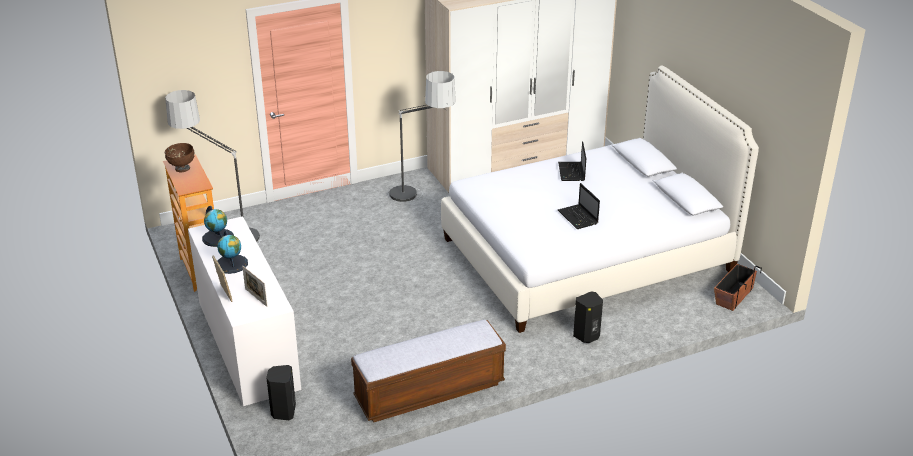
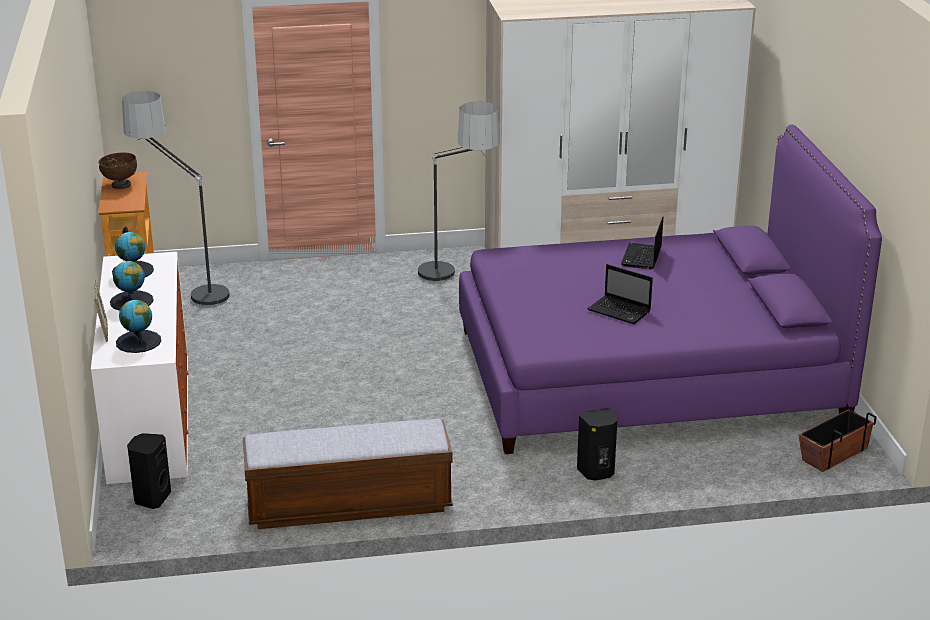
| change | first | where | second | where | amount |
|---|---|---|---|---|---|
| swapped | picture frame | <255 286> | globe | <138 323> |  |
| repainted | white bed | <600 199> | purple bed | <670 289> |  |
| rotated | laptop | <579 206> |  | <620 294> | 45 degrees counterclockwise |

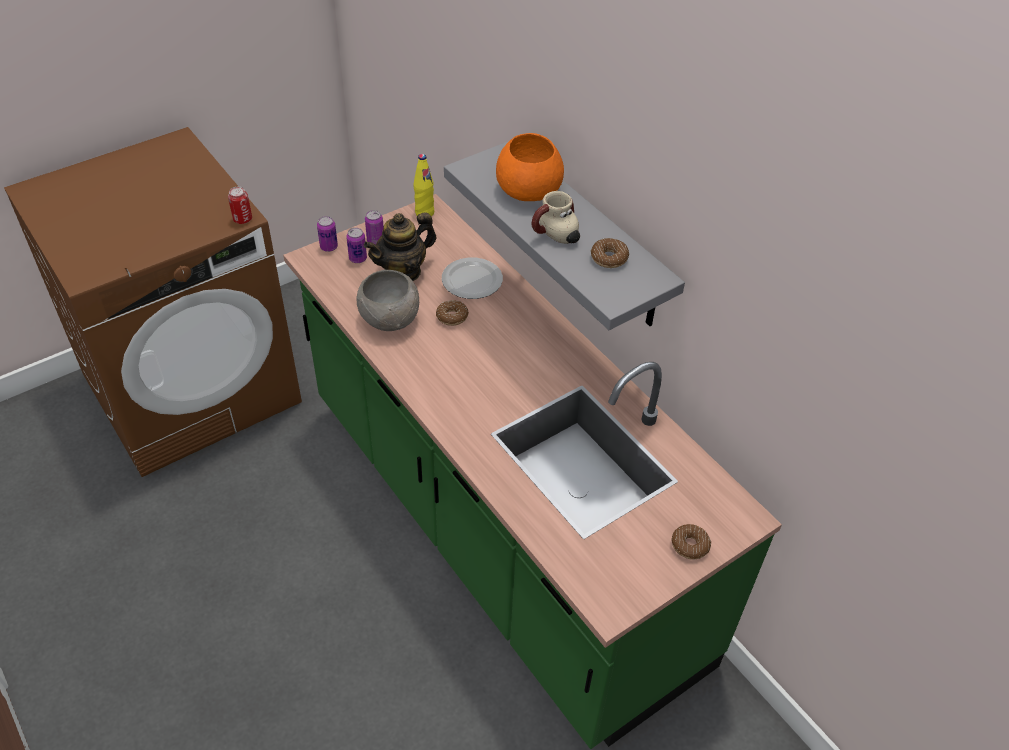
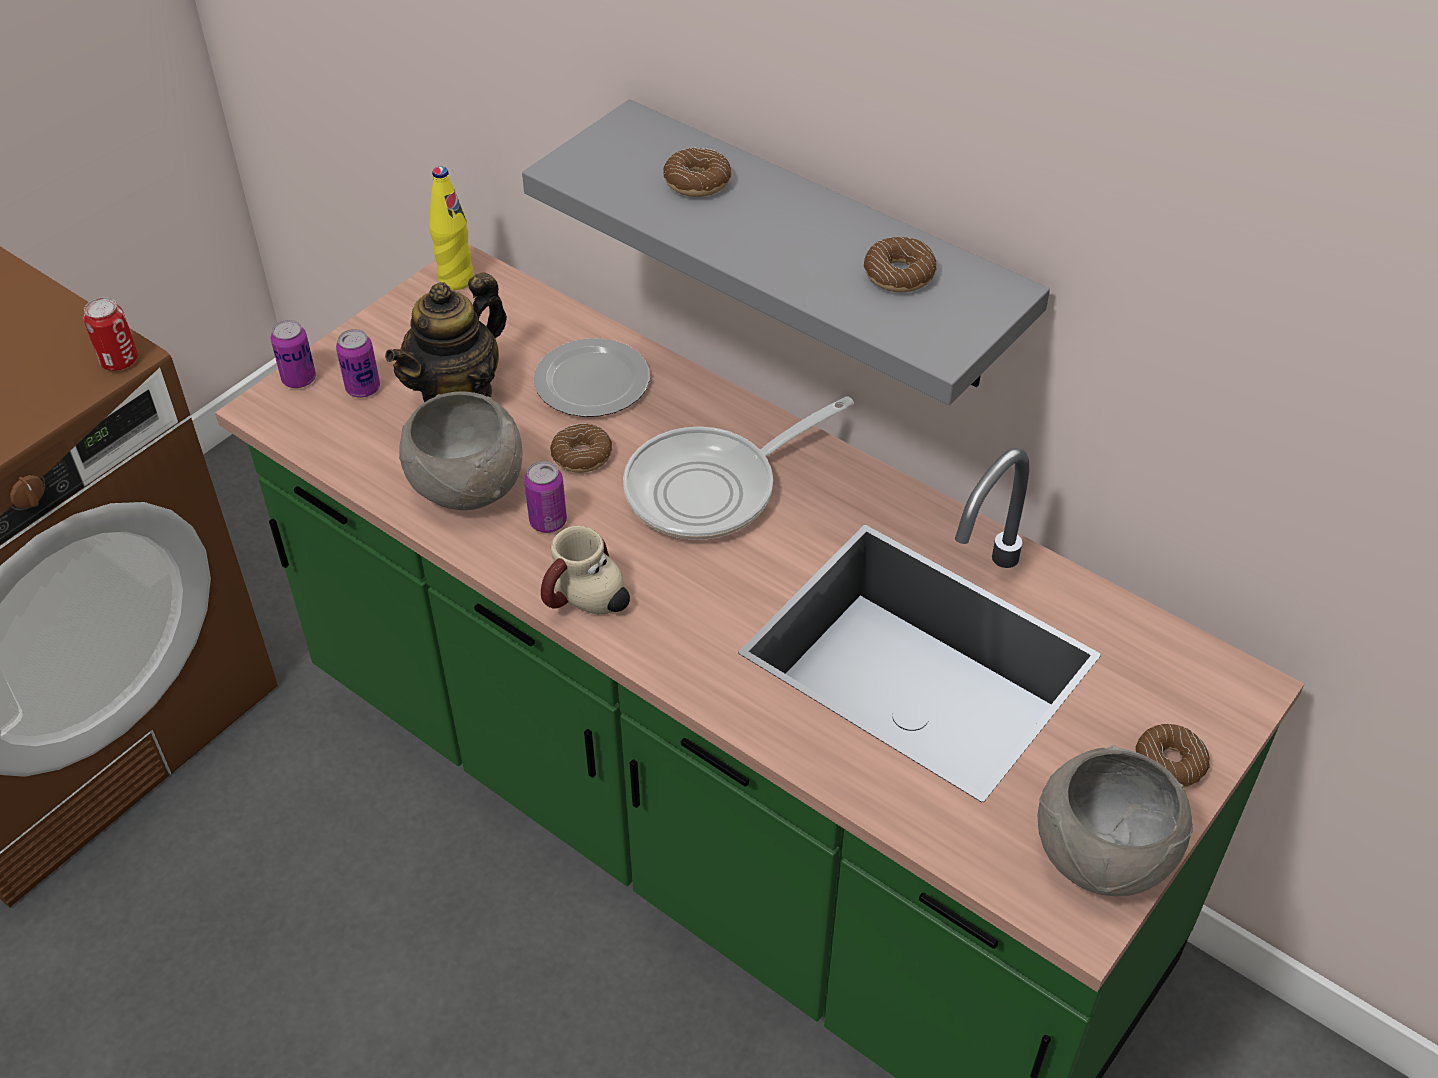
| change | first | where | second | where | amount |
|---|---|---|---|---|---|
| new |  |  | frying pan | <738 468> |  |
| new |  |  | grey bowl | <1115 820> |  |
| shifted | can | <374 227> |  | <545 497> |  |
| shifted | mug | <555 217> |  | <585 570> |  |
| swapped | orange bowl | <530 167> | donut | <697 172> |  |

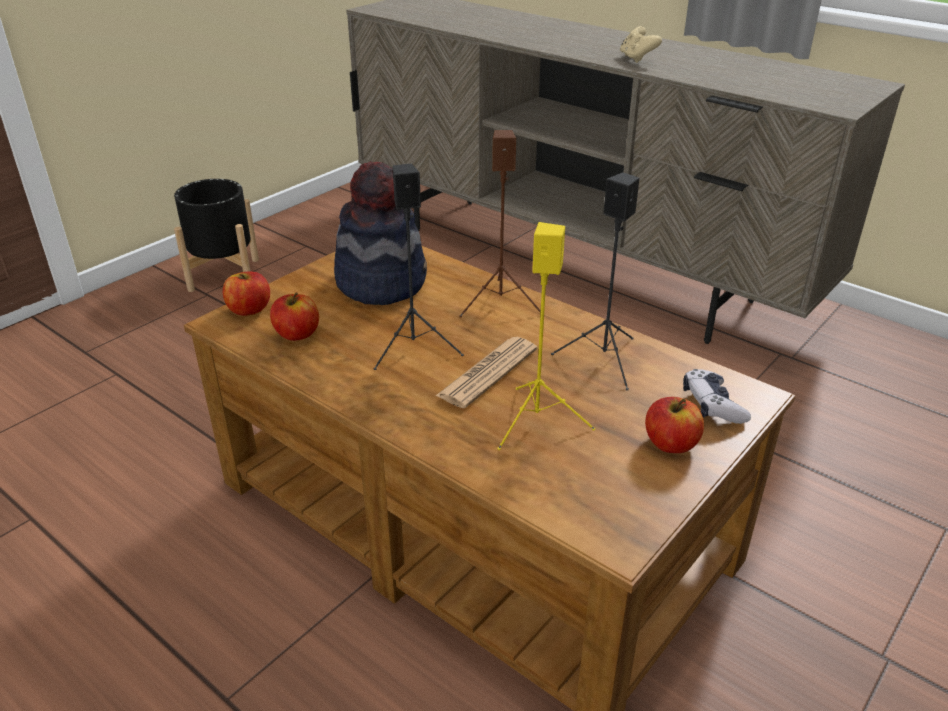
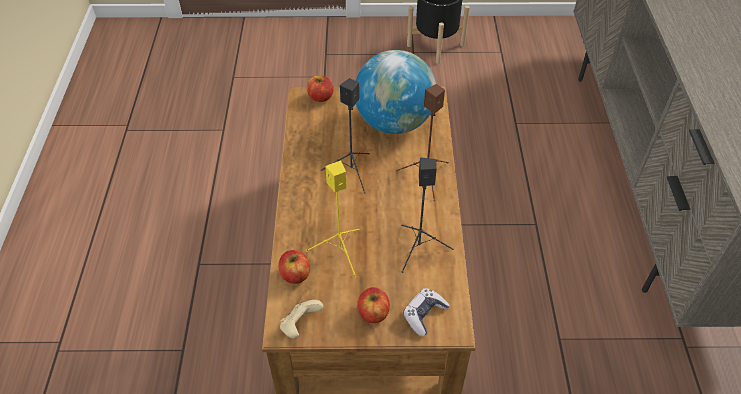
| change | first | where | second | where | amount |
|---|---|---|---|---|---|
| gone | newspaper | <486 372> |  |  |  |
| shifted | apple | <294 316> |  | <294 267> |  |
| shifted | beige game controller | <641 44> |  | <301 319> |  |
| swapped | hat | <380 233> | globe | <396 92> |  |

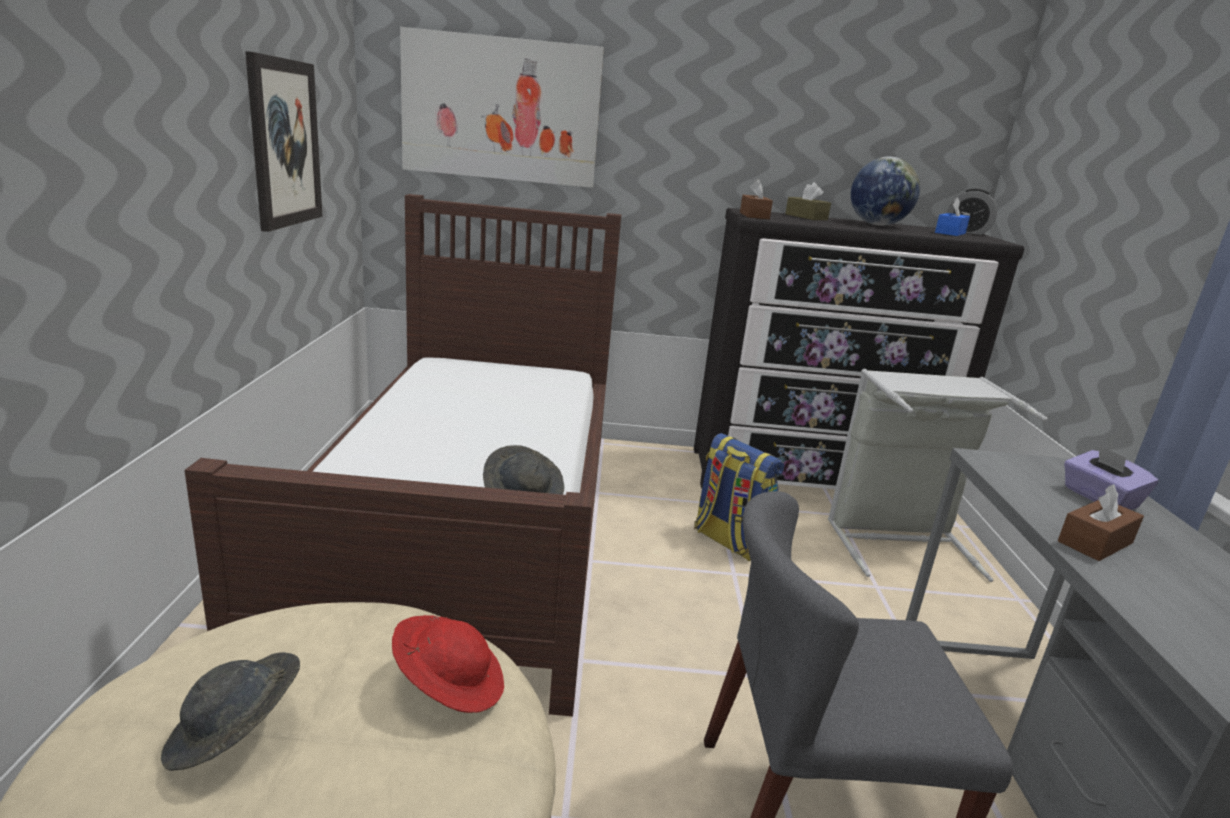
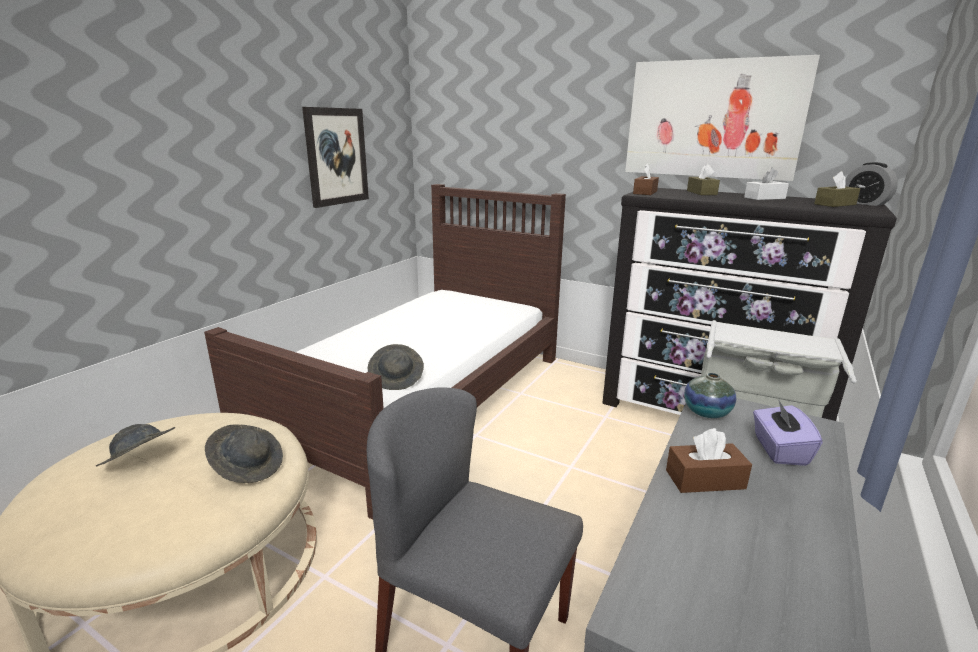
| change | first | where | second | where | amount |
|---|---|---|---|---|---|
| gone | backpack | <739 497> |  |  |  |
| new |  |  | vase | <710 395> |  |
| shifted | picture | <502 107> |  | <722 118> |  |
| swapped | globe | <885 191> | white tissue box | <766 183> |  |
| repainted | red hat | <448 664> | grey hat | <244 454> |  |
| repainted | blue tissue box | <952 216> | brown tissue box | <837 189> |  |

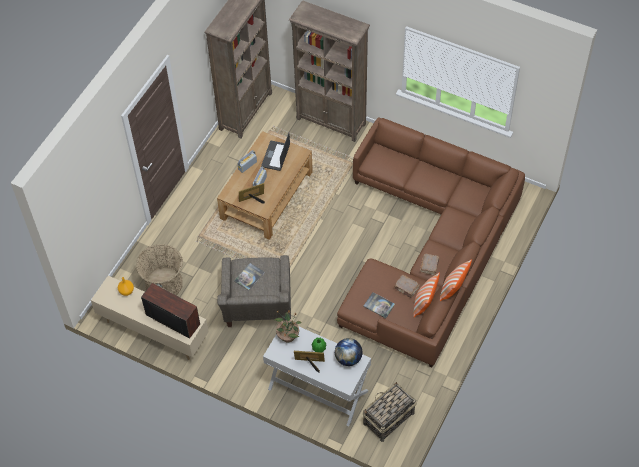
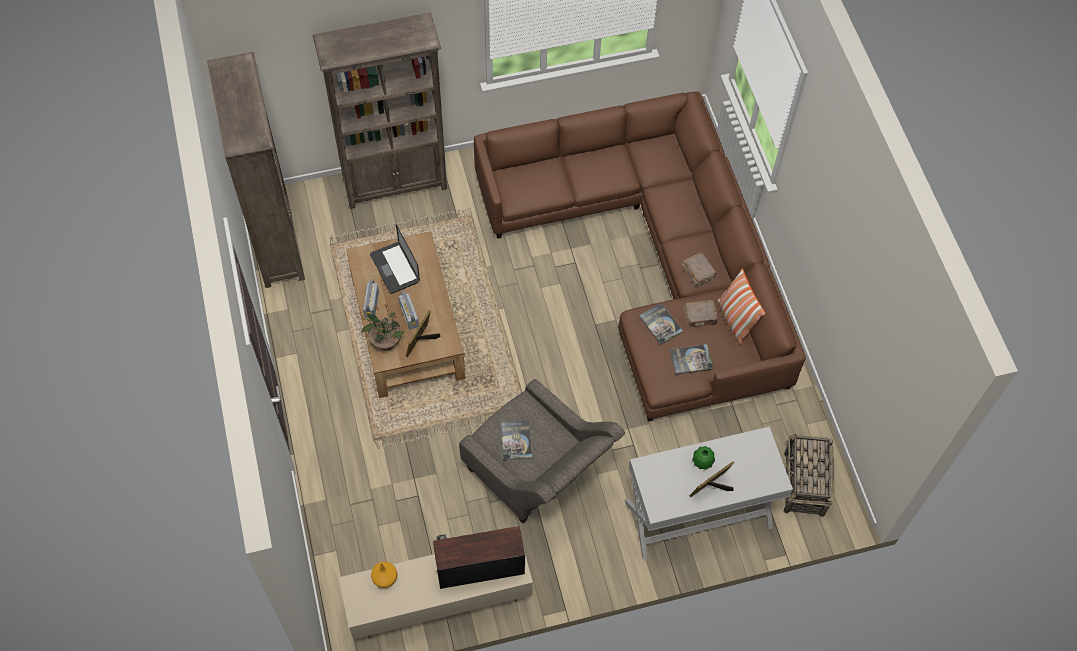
| change | first | where | second | where | amount |
|---|---|---|---|---|---|
| gone | basket | <159 269> |  |  |  |
| gone | globe | <349 352> |  |  |  |
| gone | pillow | <456 280> |  |  |  |
| new |  |  | book | <661 324> |  |
| shifted | potted plant | <288 326> |  | <382 327> |  |

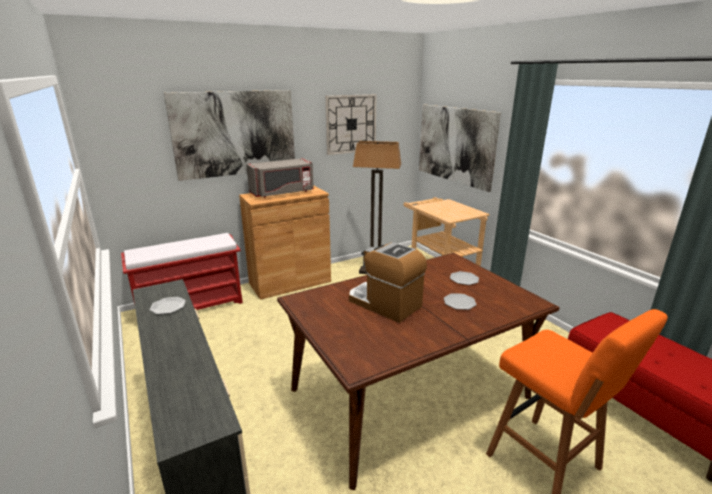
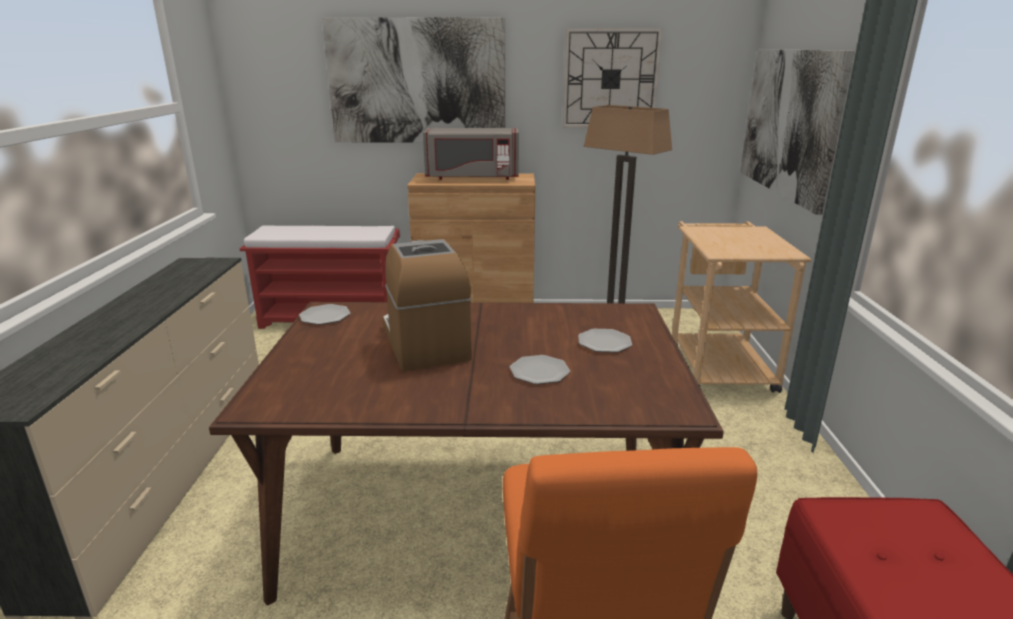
| change | first | where | second | where | amount |
|---|---|---|---|---|---|
| shifted | plate | <168 305> |  | <325 314> |  |

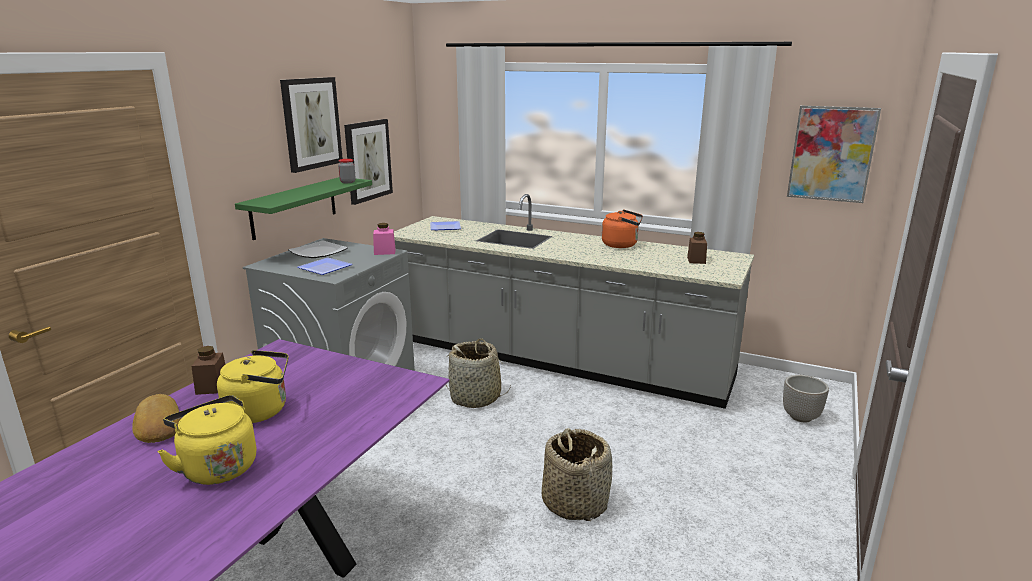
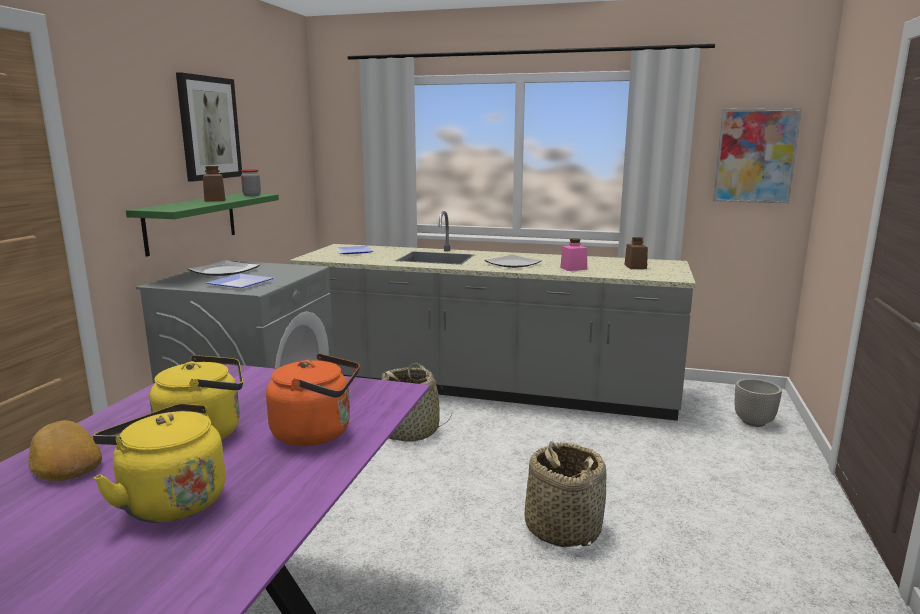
| change | first | where | second | where | amount |
|---|---|---|---|---|---|
| gone | picture | <368 162> |  |  |  |
| new |  |  | plate | <513 261> |  |
| shifted | brown jar | <208 370> |  | <214 184> |  |
| shifted | pink jar | <384 239> |  | <573 254> |  |
| shifted | orange kettle | <622 228> |  | <313 399> |  |

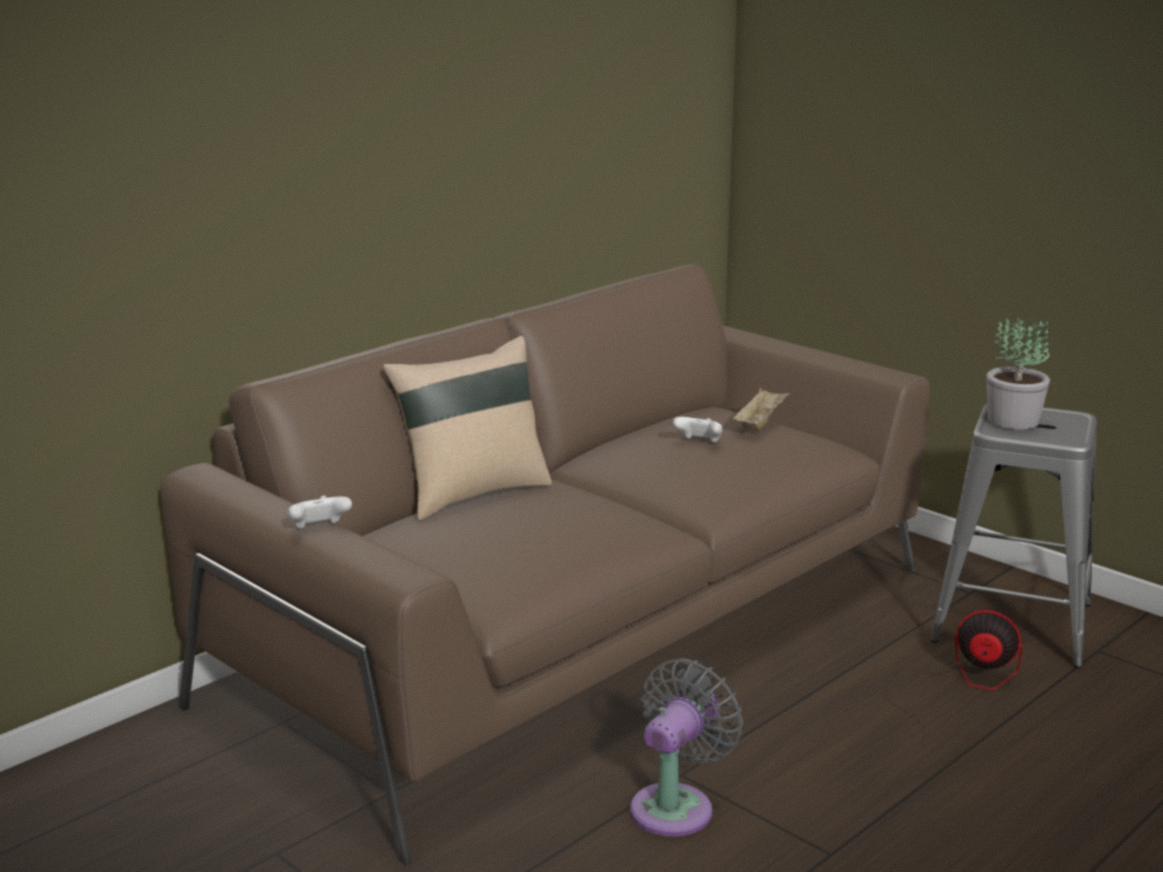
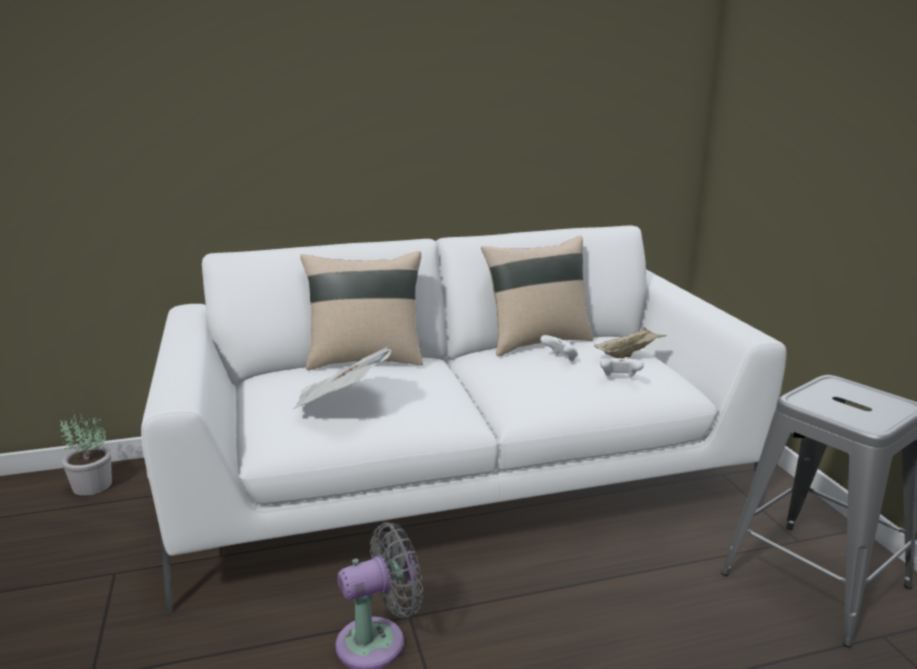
| change | first | where | second | where | amount |
|---|---|---|---|---|---|
| gone | fan | <953 676> |  |  |  |
| new |  |  | newspaper | <342 378> |  |
| new |  |  | beige pillow | <537 296> |  |
| shifted | white game controller | <320 512> |  | <622 367> |  |
| shifted | potted plant | <1018 373> |  | <85 454> |  |
| repainted | brown sofa | <545 565> | white sofa | <464 419> |  |

